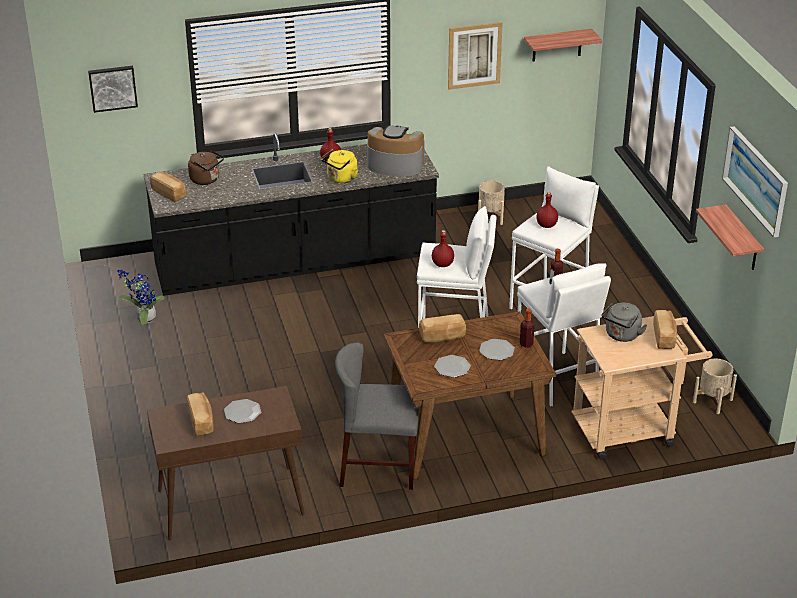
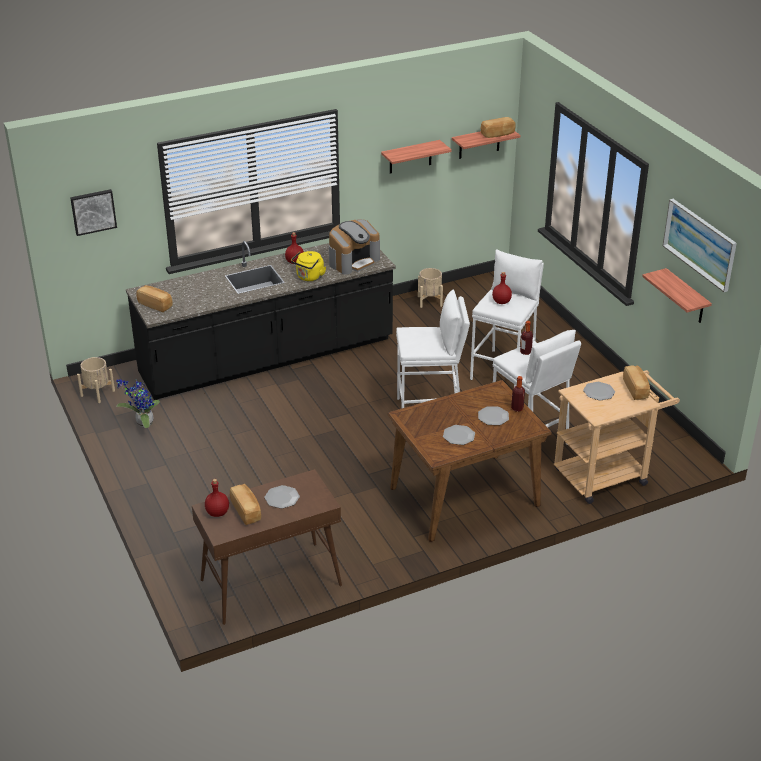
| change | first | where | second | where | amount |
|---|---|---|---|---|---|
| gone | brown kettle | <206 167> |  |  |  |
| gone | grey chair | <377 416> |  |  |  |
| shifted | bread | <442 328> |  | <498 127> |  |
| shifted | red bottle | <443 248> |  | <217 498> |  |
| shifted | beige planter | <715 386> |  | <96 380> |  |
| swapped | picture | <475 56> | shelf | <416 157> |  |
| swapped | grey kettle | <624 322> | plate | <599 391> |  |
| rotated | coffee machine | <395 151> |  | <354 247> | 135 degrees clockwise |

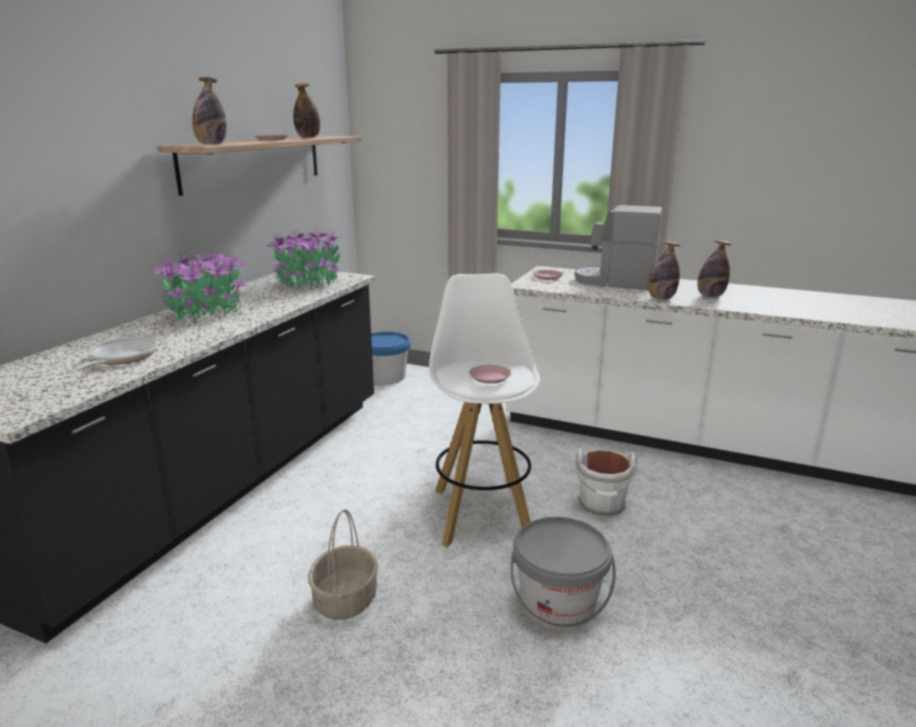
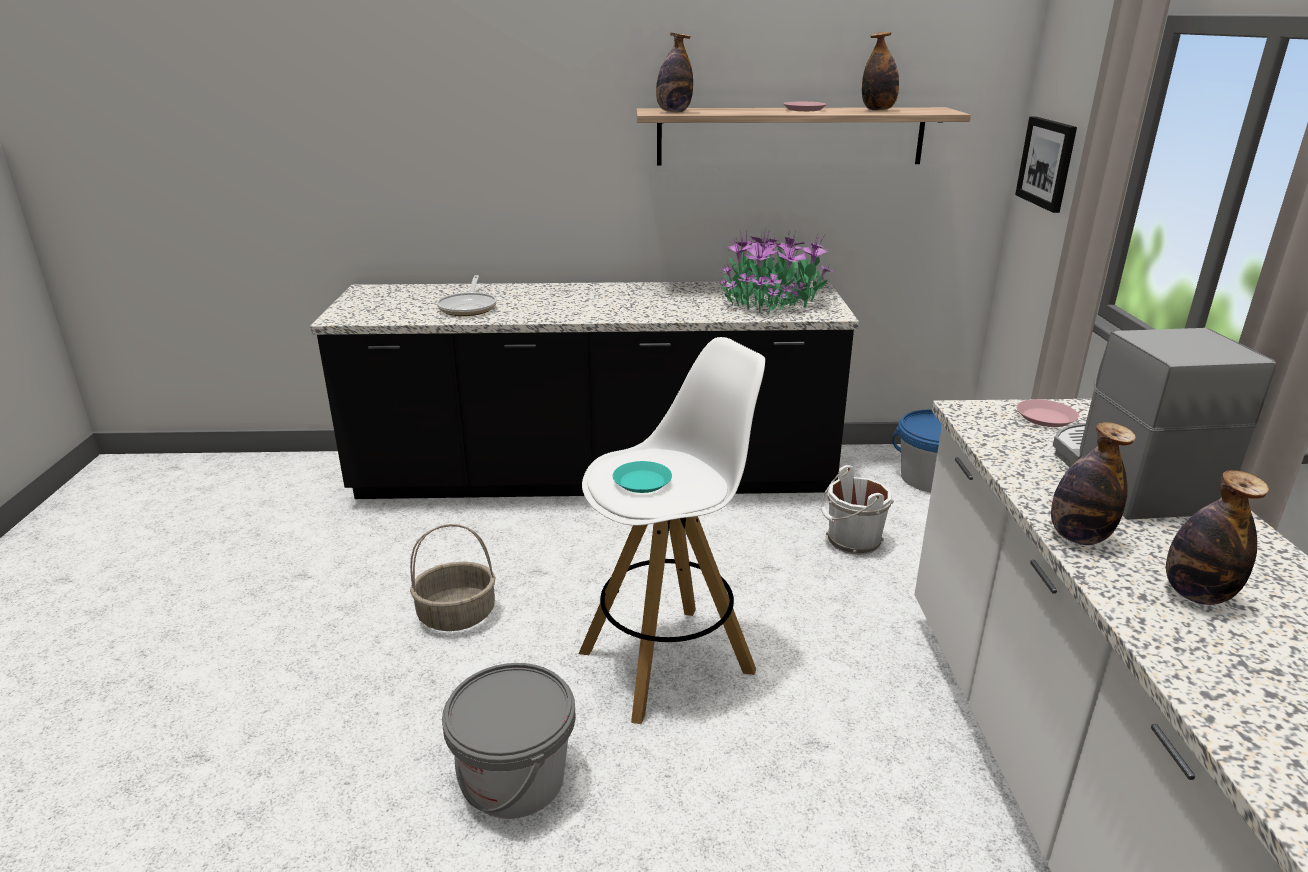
| change | first | where | second | where | amount |
|---|---|---|---|---|---|
| gone | potted plant | <200 284> |  |  |  |
| new |  |  | picture | <1046 164> |  |
| shifted | white bucket | <606 483> |  | <857 510> |  |
| repainted | pink plate | <490 374> | turquoise plate | <642 477> |  |
| rotated | frying pan | <112 355> |  | <467 295> | 105 degrees clockwise |

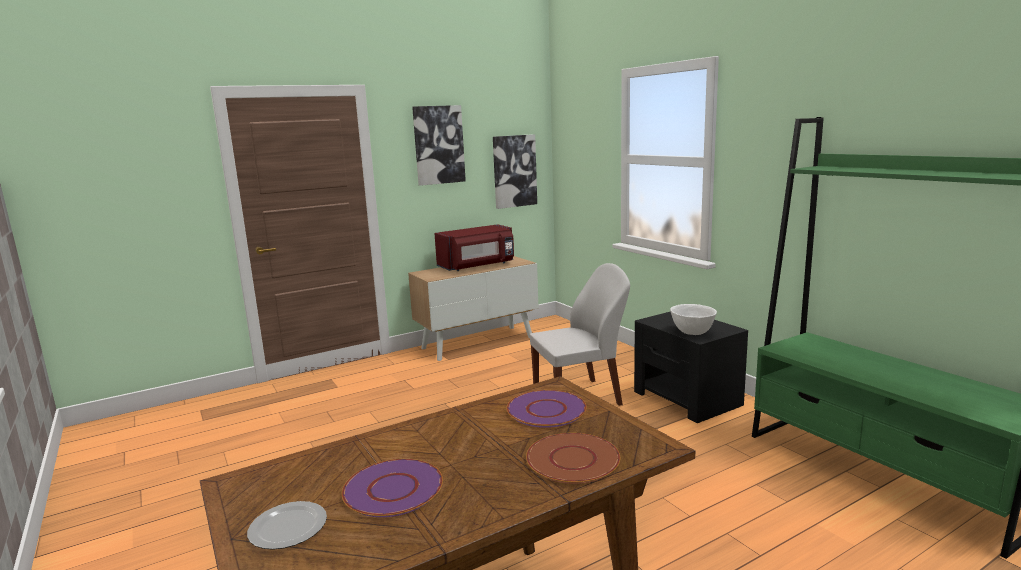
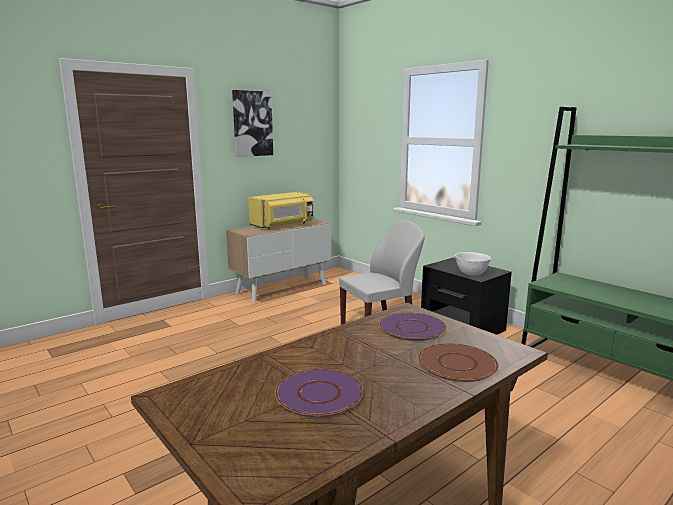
| change | first | where | second | where | amount |
|---|---|---|---|---|---|
| gone | plate | <287 525> |  |  |  |
| gone | picture | <515 171> |  |  |  |
| repainted | red microwave | <474 247> | yellow microwave | <281 210> |  |

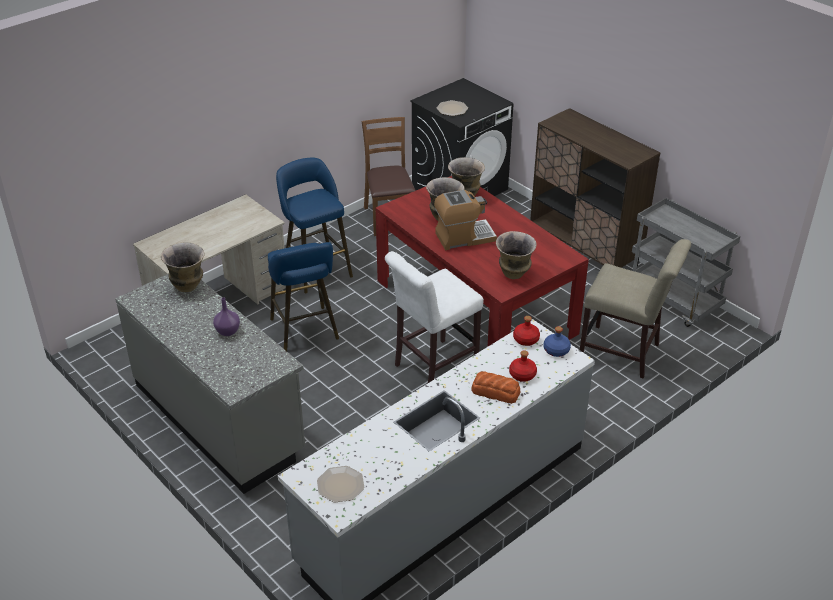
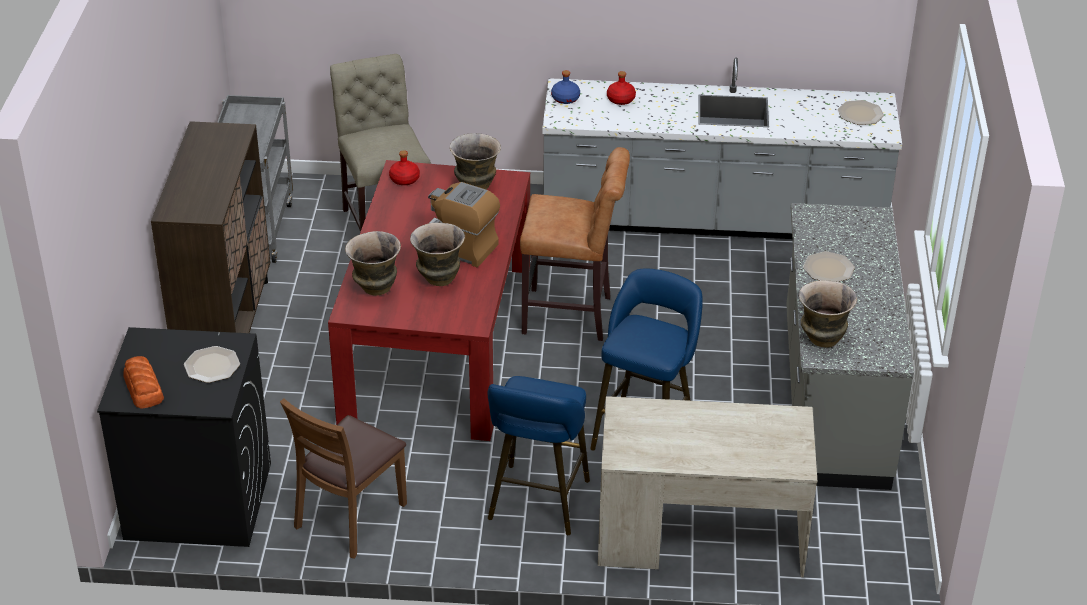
| change | first | where | second | where | amount |
|---|---|---|---|---|---|
| shifted | bread | <495 387> |  | <143 382> |  |
| shifted | red bottle | <526 331> |  | <404 167> |  |
| swapped | purple vase | <226 316> | plate | <829 266> |  |
| repainted | white stool | <434 317> | brown stool | <575 244> |  |

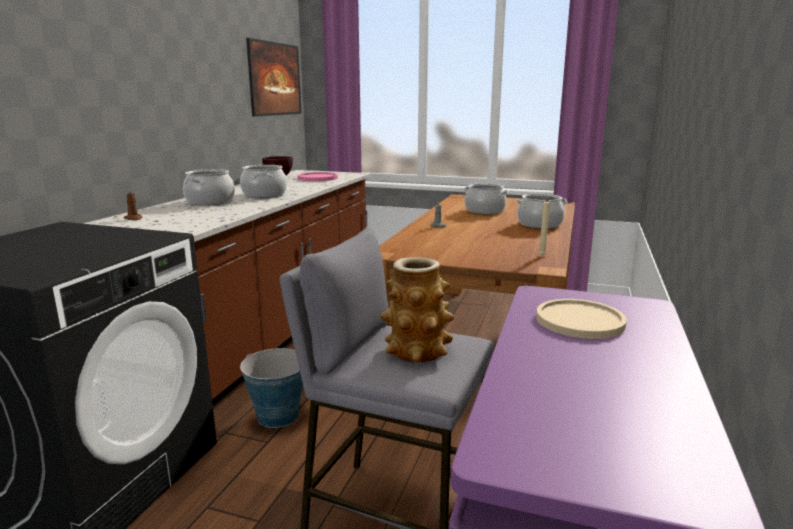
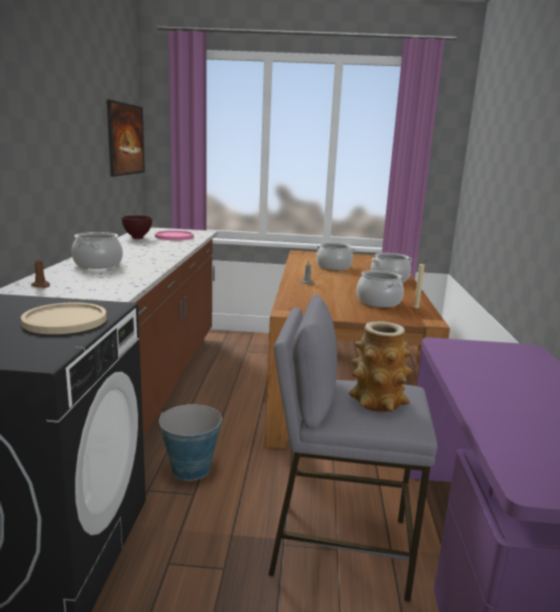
| change | first | where | second | where | amount |
|---|---|---|---|---|---|
| shifted | cooking pot | <263 181> |  | <380 288> |  |
| shifted | beige plate | <581 319> |  | <64 318> |  |

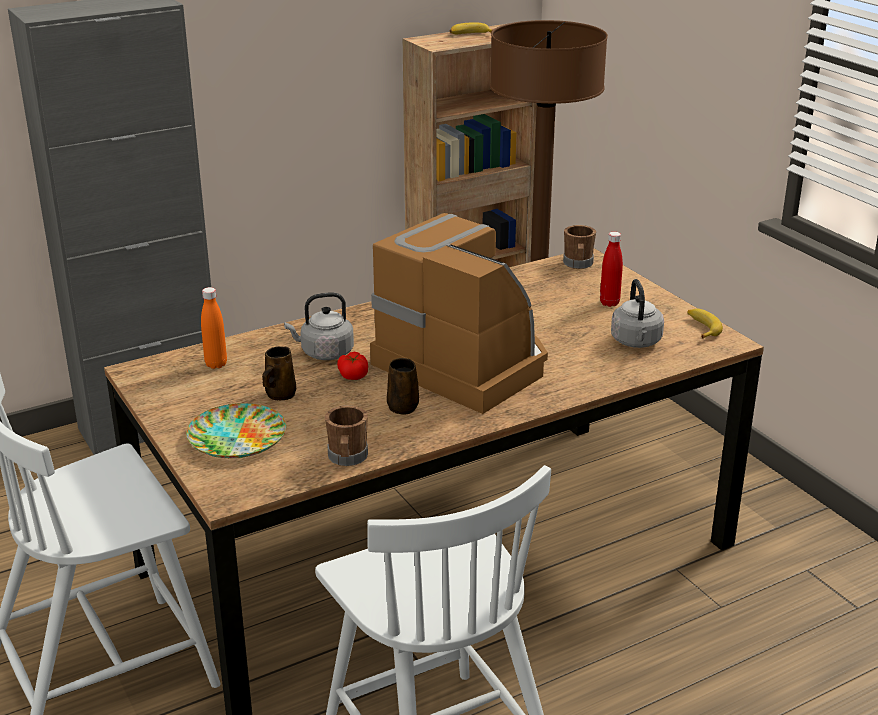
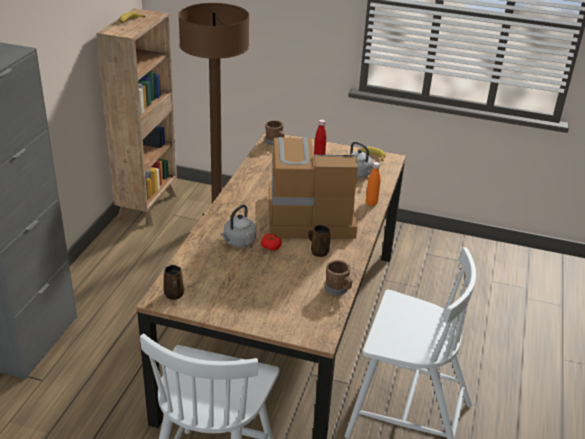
| change | first | where | second | where | amount |
|---|---|---|---|---|---|
| gone | plate | <236 430> |  |  |  |
| shifted | orange bottle | <214 328> |  | <373 184> |  |
| shifted | brown mug | <279 373> |  | <173 282> |  |

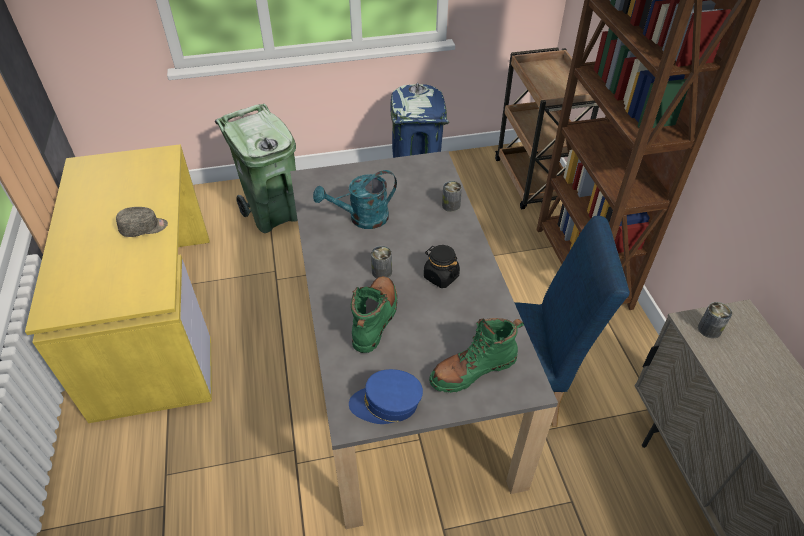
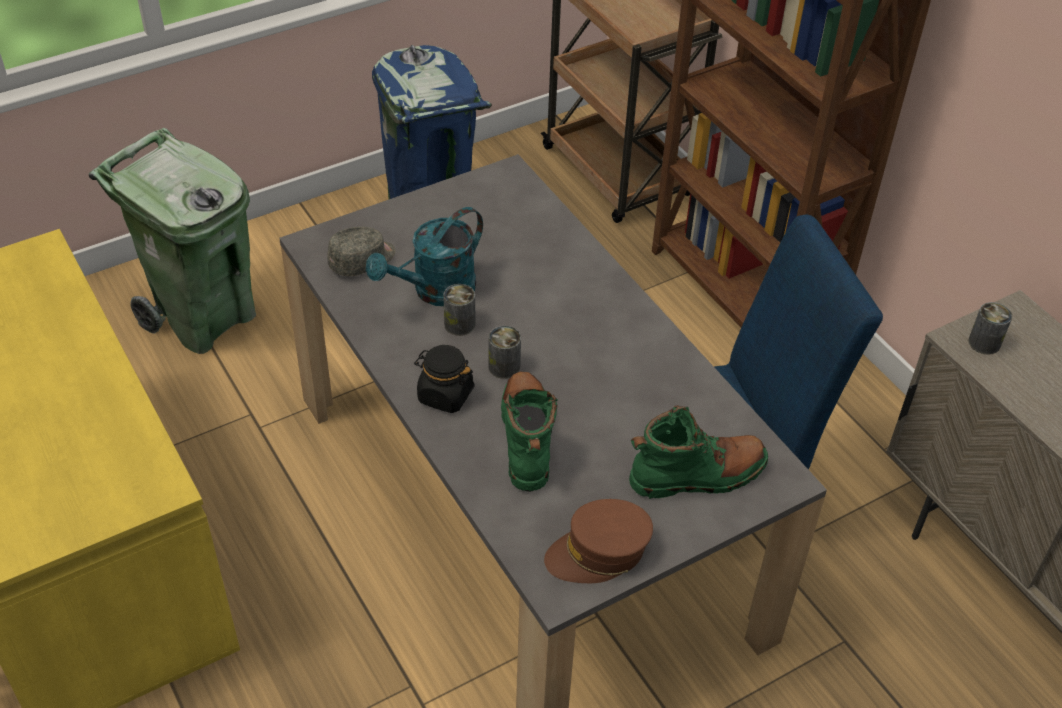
| change | first | where | second | where | amount |
|---|---|---|---|---|---|
| shifted | grey cap | <142 222> |  | <361 251> |  |
| shifted | black jar | <442 266> |  | <444 379> |  |
| shifted | can | <452 196> |  | <459 310> |  |
| repainted | blue cap | <386 396> | brown cap | <598 541> |  |
| rotated | green boot | <476 355> |  | <698 452> | 150 degrees counterclockwise |

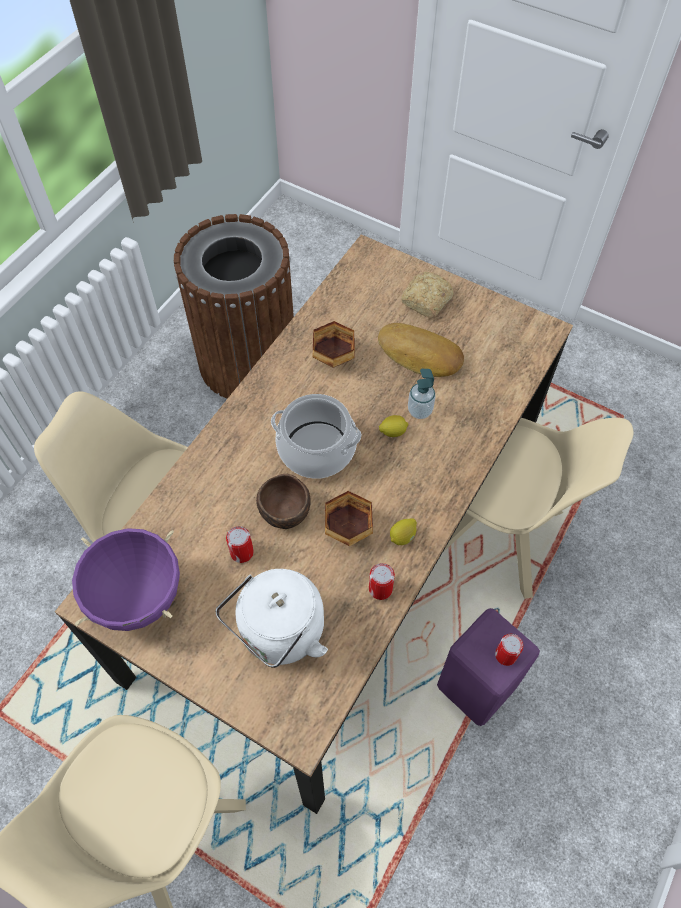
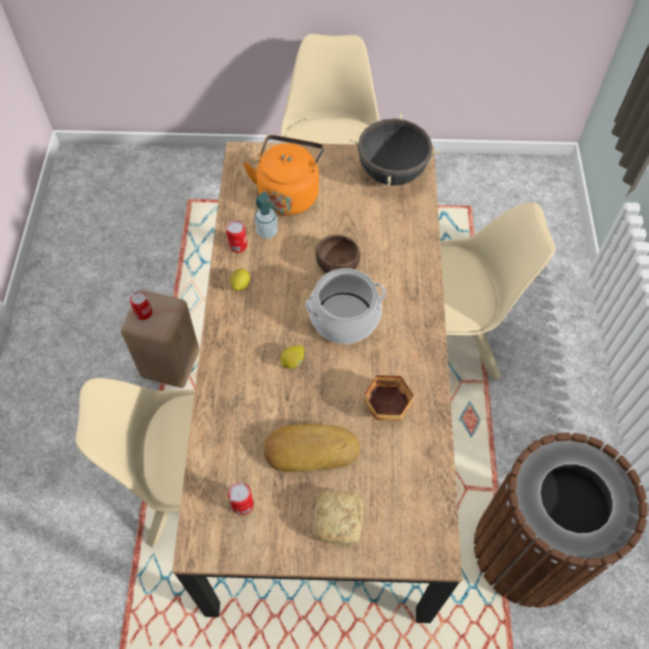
| change | first | where | second | where | amount |
|---|---|---|---|---|---|
| gone | bowl | <349 518> |  |  |  |
| shifted | can | <240 544> |  | <241 498> |  |
| shifted | soap dispenser | <421 394> |  | <266 215> |  |
| repainted | purple cooking pot | <126 579> | black cooking pot | <395 149> |  |
| repainted | white kettle | <272 618> | orange kettle | <284 175> |  |
| repainted | purple stool | <488 667> | beige stool | <160 339> |  |

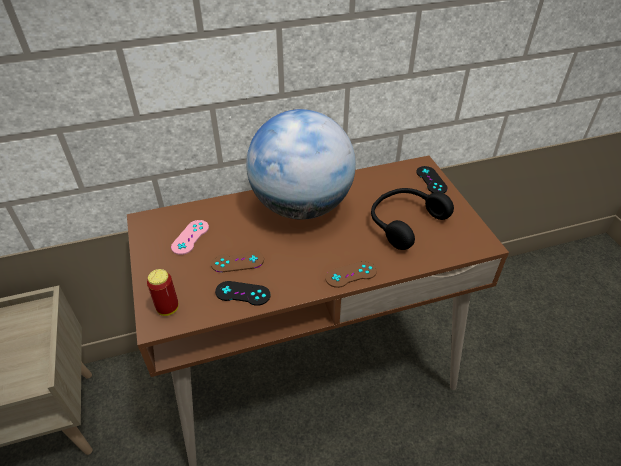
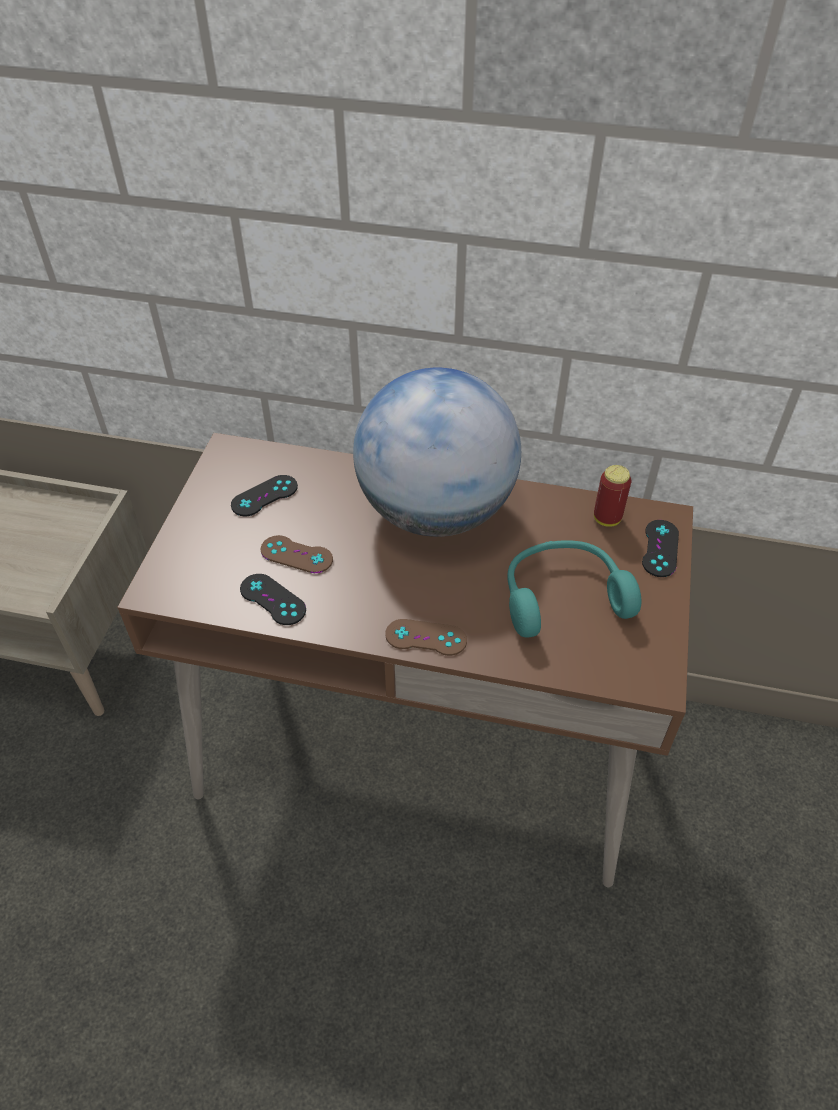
| change | first | where | second | where | amount |
|---|---|---|---|---|---|
| shifted | can | <163 292> |  | <612 496> |  |
| repainted | pink game controller | <190 237> | black game controller | <264 495> |  |
| repainted | black headphones | <412 219> | turquoise headphones | <574 589> |  |

